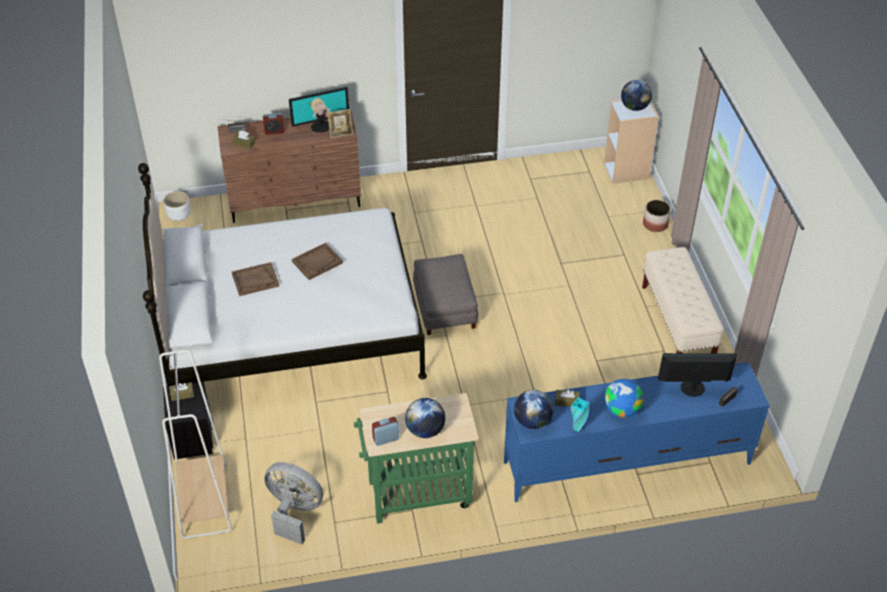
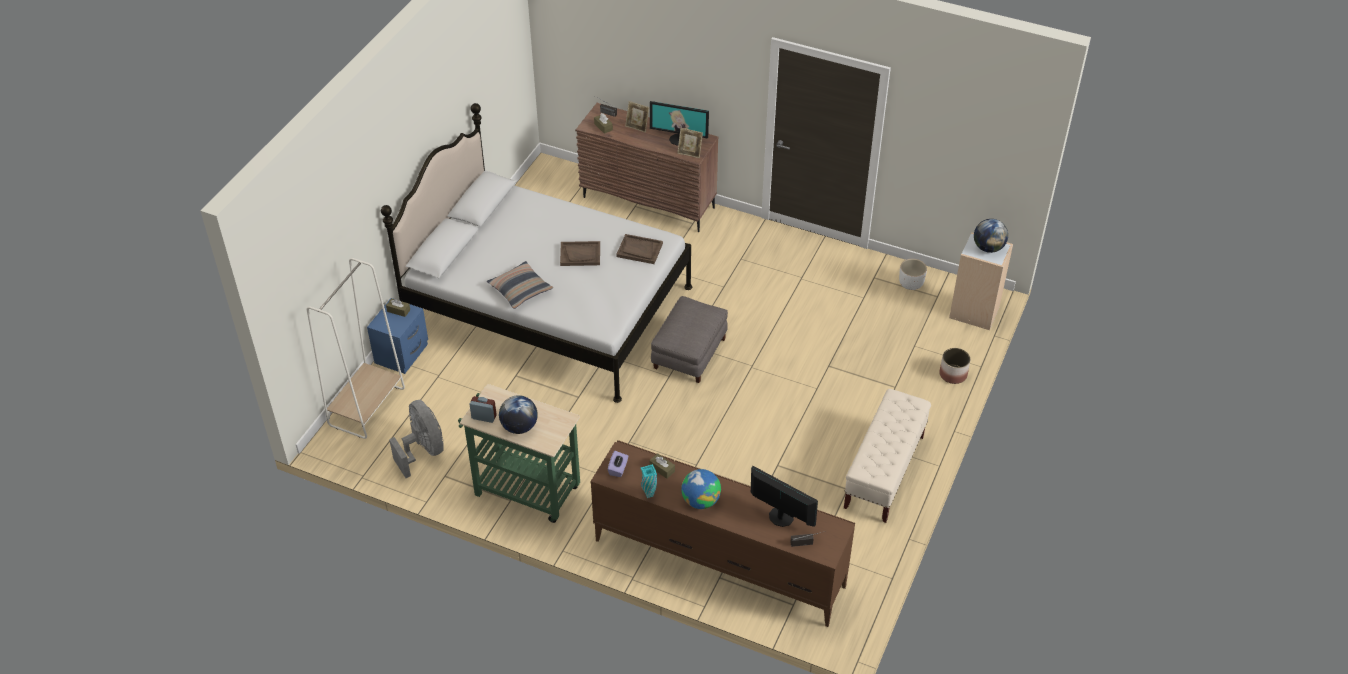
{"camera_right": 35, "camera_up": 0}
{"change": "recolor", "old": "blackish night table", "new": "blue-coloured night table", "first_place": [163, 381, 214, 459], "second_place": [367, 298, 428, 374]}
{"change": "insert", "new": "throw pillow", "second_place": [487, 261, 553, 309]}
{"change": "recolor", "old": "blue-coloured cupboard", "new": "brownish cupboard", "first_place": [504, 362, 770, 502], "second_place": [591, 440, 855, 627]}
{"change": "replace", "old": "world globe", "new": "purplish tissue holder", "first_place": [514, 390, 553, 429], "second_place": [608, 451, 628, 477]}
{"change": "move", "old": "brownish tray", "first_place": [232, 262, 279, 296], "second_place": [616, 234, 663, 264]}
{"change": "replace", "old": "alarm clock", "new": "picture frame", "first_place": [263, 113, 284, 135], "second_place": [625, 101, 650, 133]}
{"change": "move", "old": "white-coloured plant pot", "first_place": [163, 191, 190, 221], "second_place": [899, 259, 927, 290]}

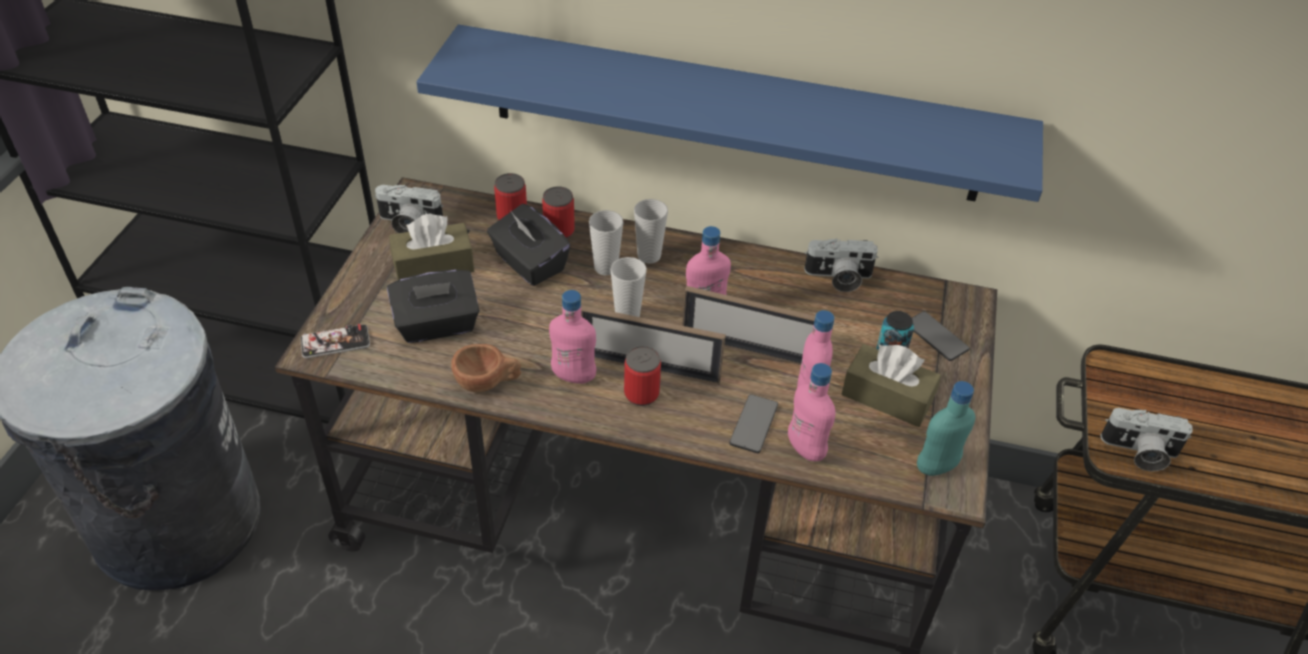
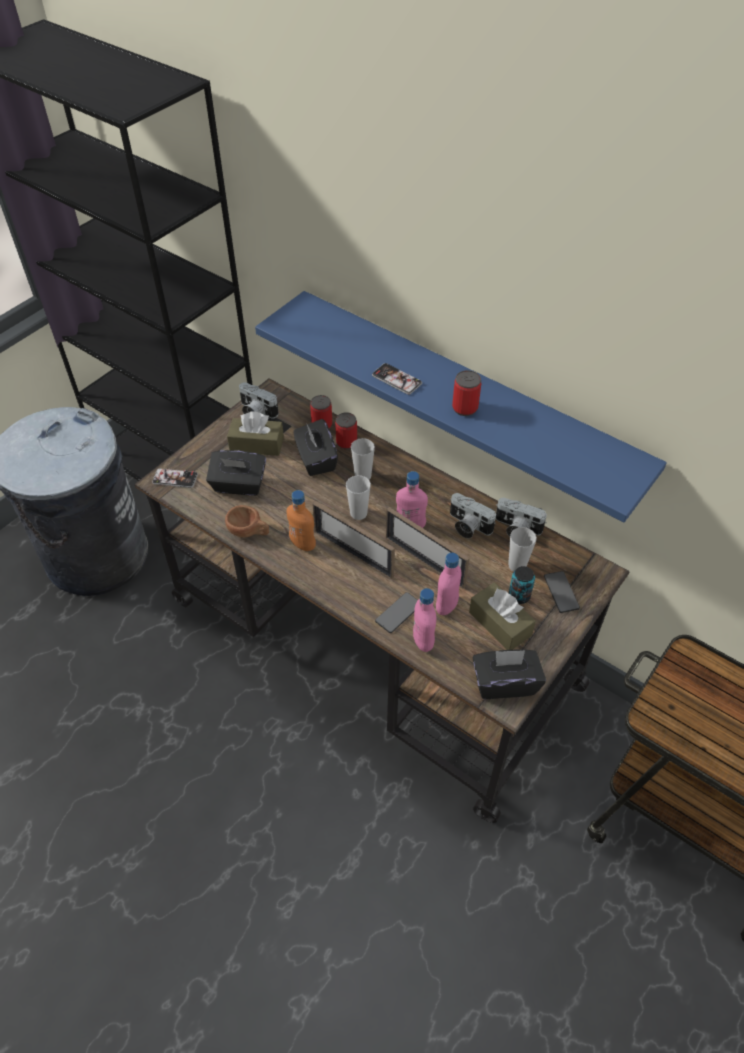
{"camera_right": 25, "camera_up": 5}
{"change": "recolor", "old": "pink-coloured beverage bottle", "new": "orange beverage bottle", "first_place": [549, 290, 596, 384], "second_place": [287, 490, 316, 551]}
{"change": "insert", "new": "telephone", "second_place": [372, 363, 422, 395]}
{"change": "move", "old": "still camera", "first_place": [1100, 408, 1193, 471], "second_place": [450, 493, 496, 538]}
{"change": "move", "old": "can", "first_place": [624, 346, 661, 406], "second_place": [452, 370, 481, 416]}
{"change": "replace", "old": "blue-green beverage bottle", "new": "blackish tissue holder", "first_place": [917, 381, 976, 476], "second_place": [473, 650, 546, 699]}
{"change": "move", "old": "drinking cup", "first_place": [634, 199, 668, 264], "second_place": [508, 527, 537, 572]}

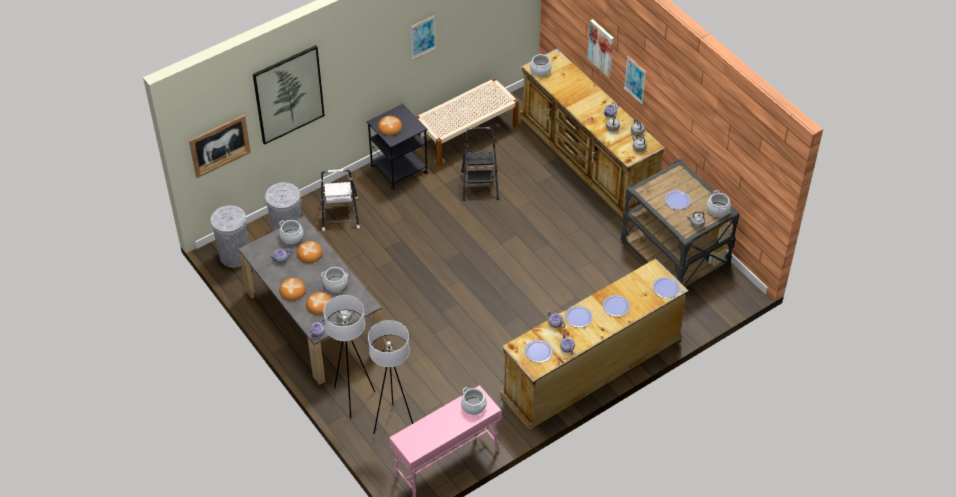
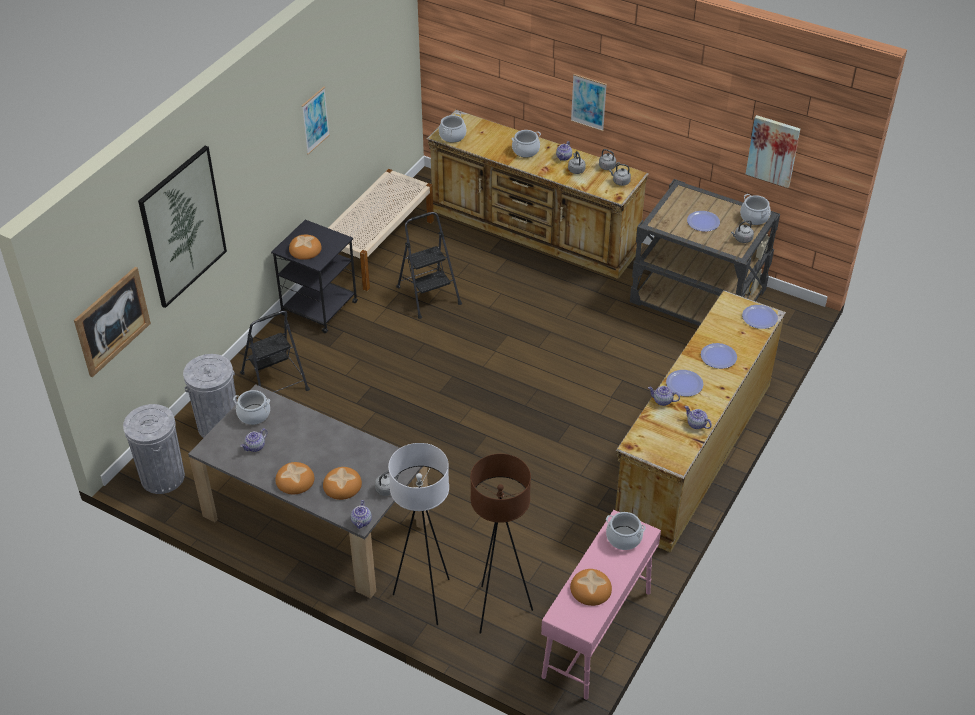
{"camera_right": -25, "camera_up": -5}
{"change": "recolor", "old": "white-coloured step stool", "new": "blackish step stool", "first_place": [321, 169, 360, 231], "second_place": [240, 311, 310, 392]}
{"change": "recolor", "old": "white-coloured standard lamp", "new": "brownish standard lamp", "first_place": [368, 320, 413, 434], "second_place": [470, 454, 533, 634]}
{"change": "move", "old": "saucepot", "first_place": [321, 267, 348, 292], "second_place": [512, 130, 541, 158]}
{"change": "move", "old": "baked bread", "first_place": [297, 241, 323, 263], "second_place": [570, 569, 612, 606]}
{"change": "move", "old": "wall art", "first_place": [587, 19, 614, 77], "second_place": [746, 115, 800, 188]}
{"change": "delete", "old": "plate", "first_place": [525, 340, 553, 363]}

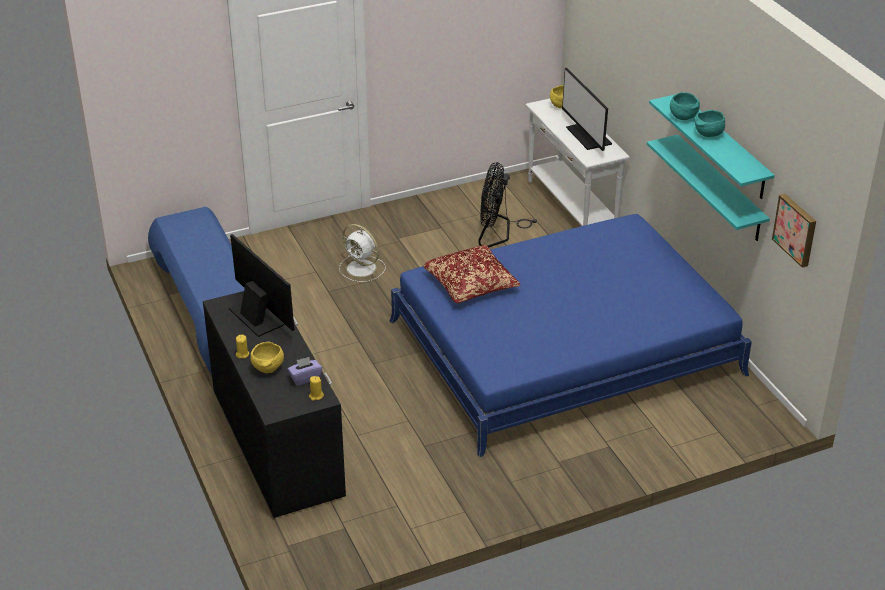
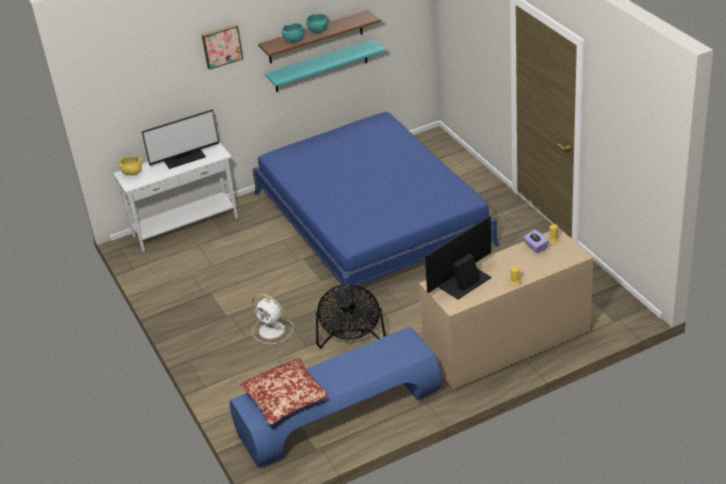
{"camera_right": -90, "camera_up": 0}
{"change": "move", "old": "wall art", "first_place": [772, 193, 816, 268], "second_place": [202, 24, 243, 70]}
{"change": "move", "old": "red throw pillow", "first_place": [423, 245, 520, 303], "second_place": [240, 358, 328, 425]}
{"change": "rotate", "old": "white-coloured electric fan", "first_place": [339, 224, 386, 282], "second_place": [252, 294, 293, 344], "degrees": 90}
{"change": "recolor", "old": "blue-green bracket shelf", "new": "brownish bracket shelf", "first_place": [649, 94, 775, 199], "second_place": [258, 10, 381, 64]}
{"change": "move", "old": "blackish electric fan", "first_place": [478, 162, 538, 248], "second_place": [315, 284, 386, 349]}
{"change": "recolor", "old": "blackish drawer chest", "new": "sand-coloured drawer chest", "first_place": [203, 291, 346, 518], "second_place": [419, 228, 593, 390]}
{"change": "delete", "old": "yellowish deep dish", "first_place": [250, 342, 284, 373]}

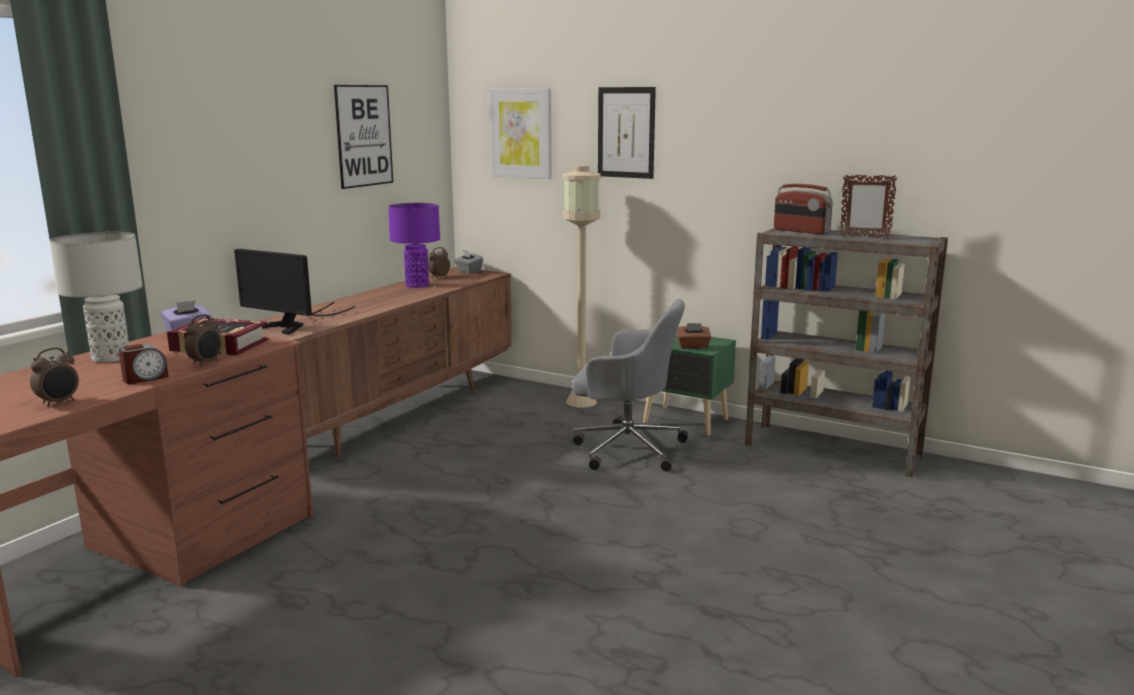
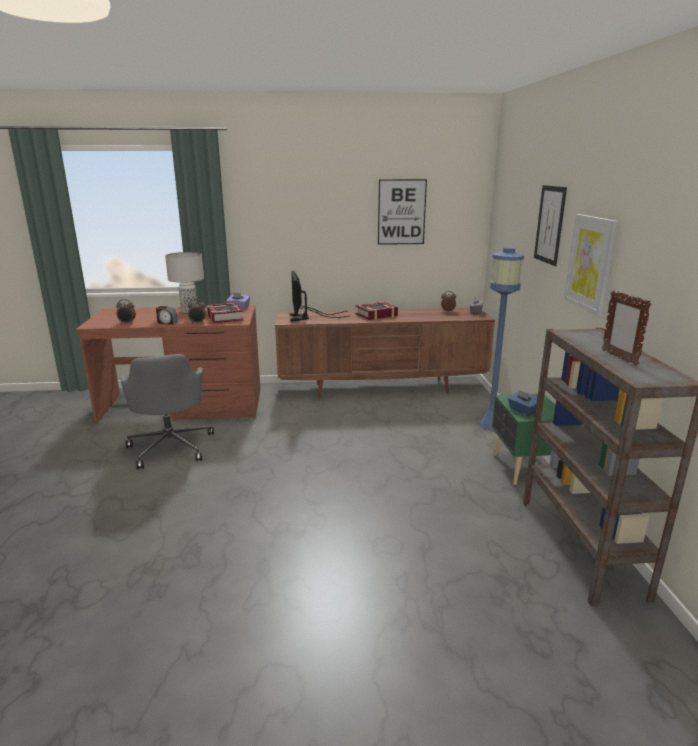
{"camera_right": 55, "camera_up": 5}
{"change": "move", "old": "greyish computer chair", "first_place": [572, 299, 689, 471], "second_place": [120, 354, 214, 469]}
{"change": "insert", "new": "book", "second_place": [355, 302, 398, 320]}
{"change": "recolor", "old": "sand-coloured standard lamp", "new": "blue-coloured standard lamp", "first_place": [563, 165, 601, 408], "second_place": [479, 247, 524, 430]}
{"change": "recolor", "old": "brownish tissue holder", "new": "blue-coloured tissue holder", "first_place": [676, 323, 711, 349], "second_place": [508, 390, 537, 416]}
{"change": "move", "old": "wall art", "first_place": [489, 88, 551, 179], "second_place": [564, 214, 618, 316]}
{"change": "delete", "old": "purplish tabletop lamp", "first_place": [388, 203, 440, 288]}
{"change": "delete", "old": "radio", "first_place": [774, 184, 833, 235]}

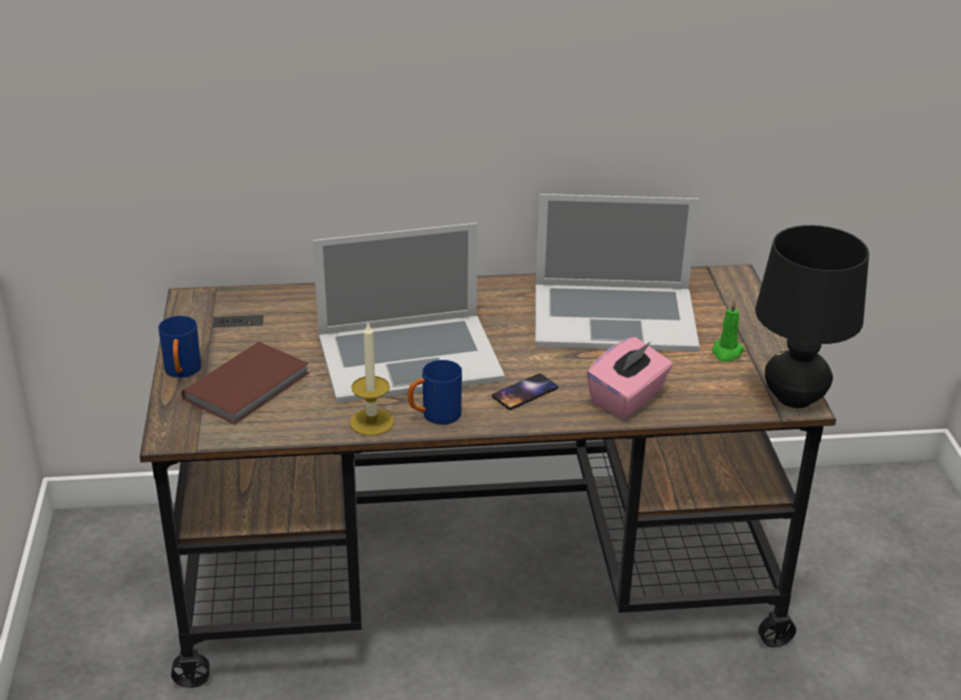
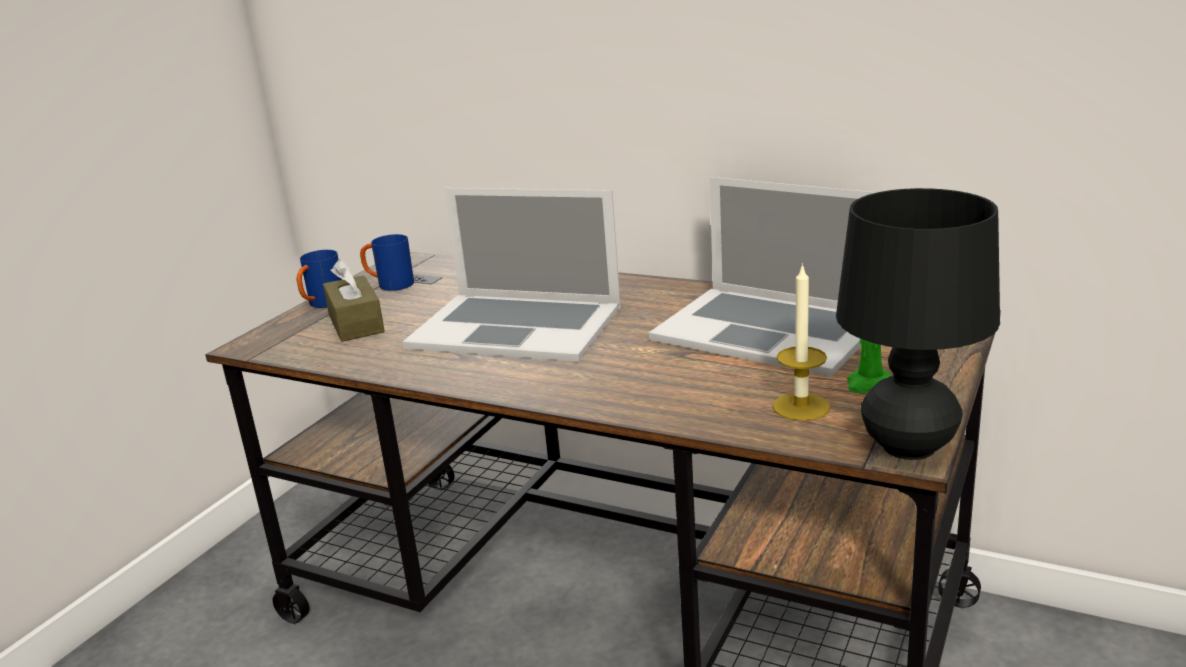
{"camera_right": 35, "camera_up": -10}
{"change": "replace", "old": "brownish book", "new": "brownish tissue holder", "first_place": [182, 342, 310, 425], "second_place": [323, 259, 385, 342]}
{"change": "move", "old": "blue-coloured tea mug", "first_place": [408, 360, 462, 425], "second_place": [360, 234, 414, 291]}
{"change": "move", "old": "candle", "first_place": [350, 323, 394, 436], "second_place": [773, 263, 830, 421]}
{"change": "delete", "old": "telephone", "first_place": [492, 373, 558, 410]}
{"change": "delete", "old": "pink-coloured tissue holder", "first_place": [586, 337, 673, 419]}

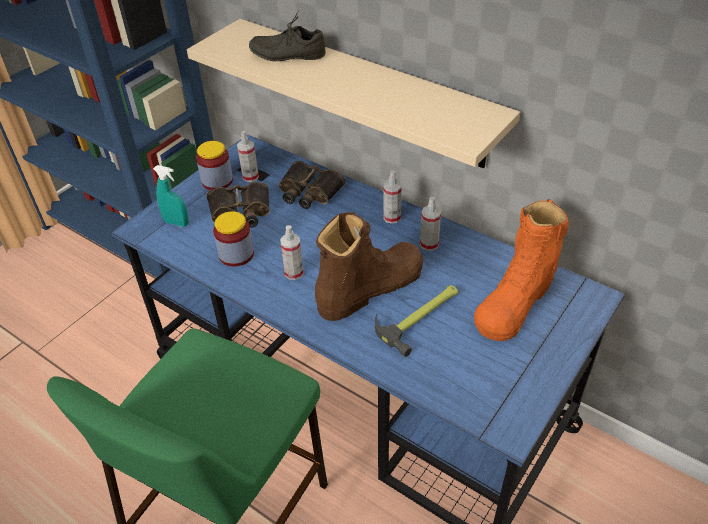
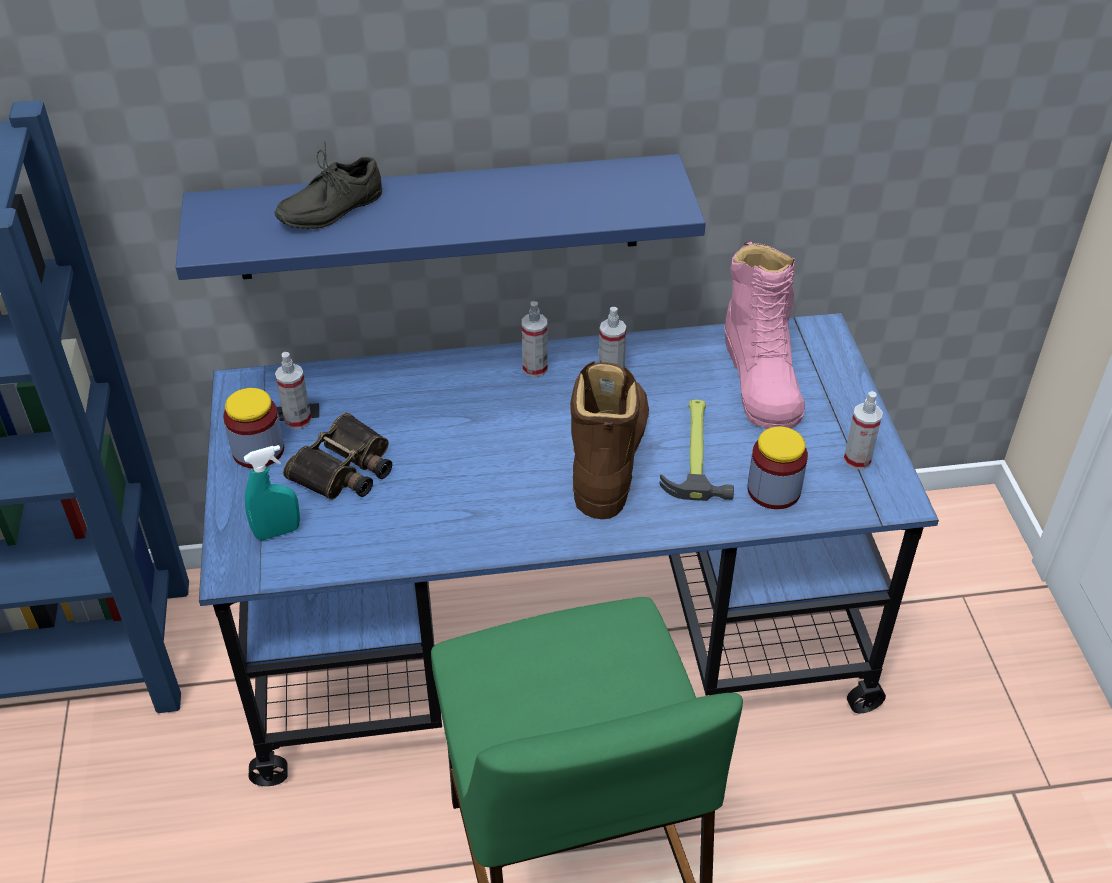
{"camera_right": -45, "camera_up": 0}
{"change": "recolor", "old": "sand-coloured bracket shelf", "new": "blue-coloured bracket shelf", "first_place": [187, 19, 520, 168], "second_place": [175, 154, 706, 280]}
{"change": "recolor", "old": "orange high-top boot", "new": "pink-coloured high-top boot", "first_place": [474, 199, 569, 341], "second_place": [724, 242, 805, 429]}
{"change": "move", "old": "jar", "first_place": [213, 211, 254, 267], "second_place": [747, 426, 808, 509]}
{"change": "move", "old": "spray bottle", "first_place": [280, 225, 304, 280], "second_place": [843, 391, 883, 469]}
{"change": "delete", "old": "binoculars", "first_place": [279, 161, 346, 209]}

